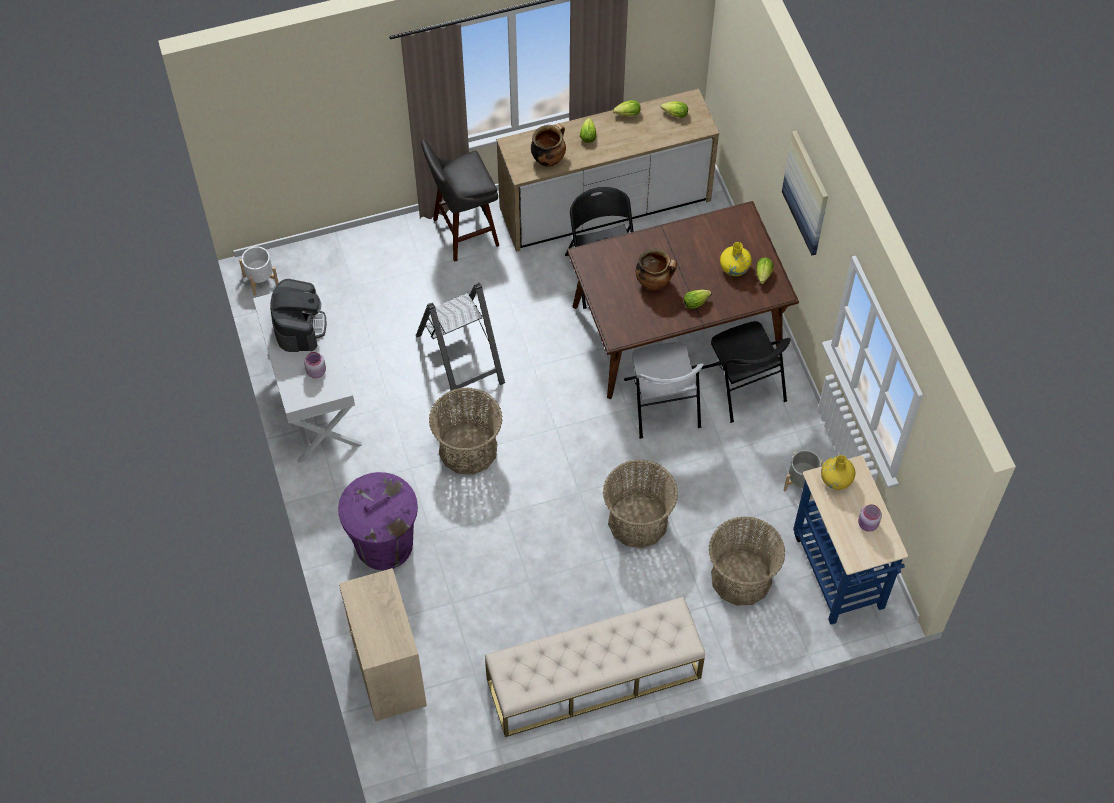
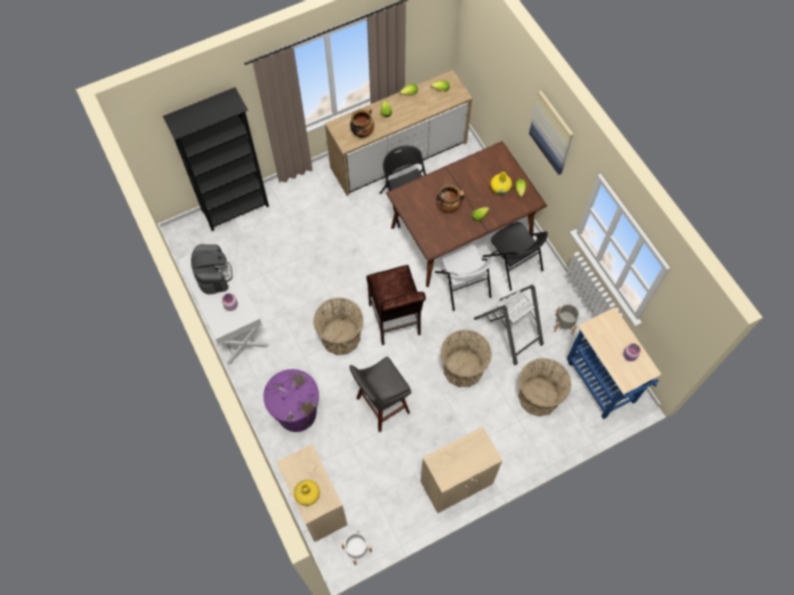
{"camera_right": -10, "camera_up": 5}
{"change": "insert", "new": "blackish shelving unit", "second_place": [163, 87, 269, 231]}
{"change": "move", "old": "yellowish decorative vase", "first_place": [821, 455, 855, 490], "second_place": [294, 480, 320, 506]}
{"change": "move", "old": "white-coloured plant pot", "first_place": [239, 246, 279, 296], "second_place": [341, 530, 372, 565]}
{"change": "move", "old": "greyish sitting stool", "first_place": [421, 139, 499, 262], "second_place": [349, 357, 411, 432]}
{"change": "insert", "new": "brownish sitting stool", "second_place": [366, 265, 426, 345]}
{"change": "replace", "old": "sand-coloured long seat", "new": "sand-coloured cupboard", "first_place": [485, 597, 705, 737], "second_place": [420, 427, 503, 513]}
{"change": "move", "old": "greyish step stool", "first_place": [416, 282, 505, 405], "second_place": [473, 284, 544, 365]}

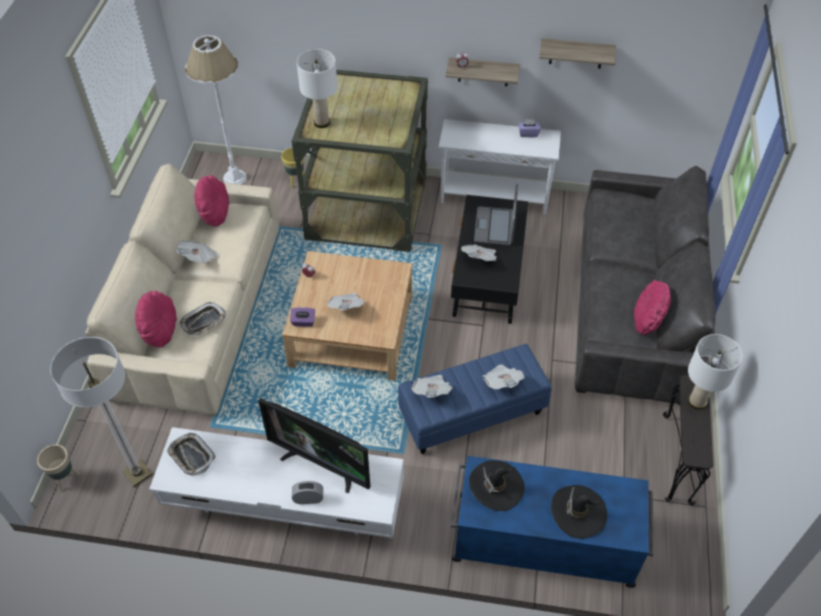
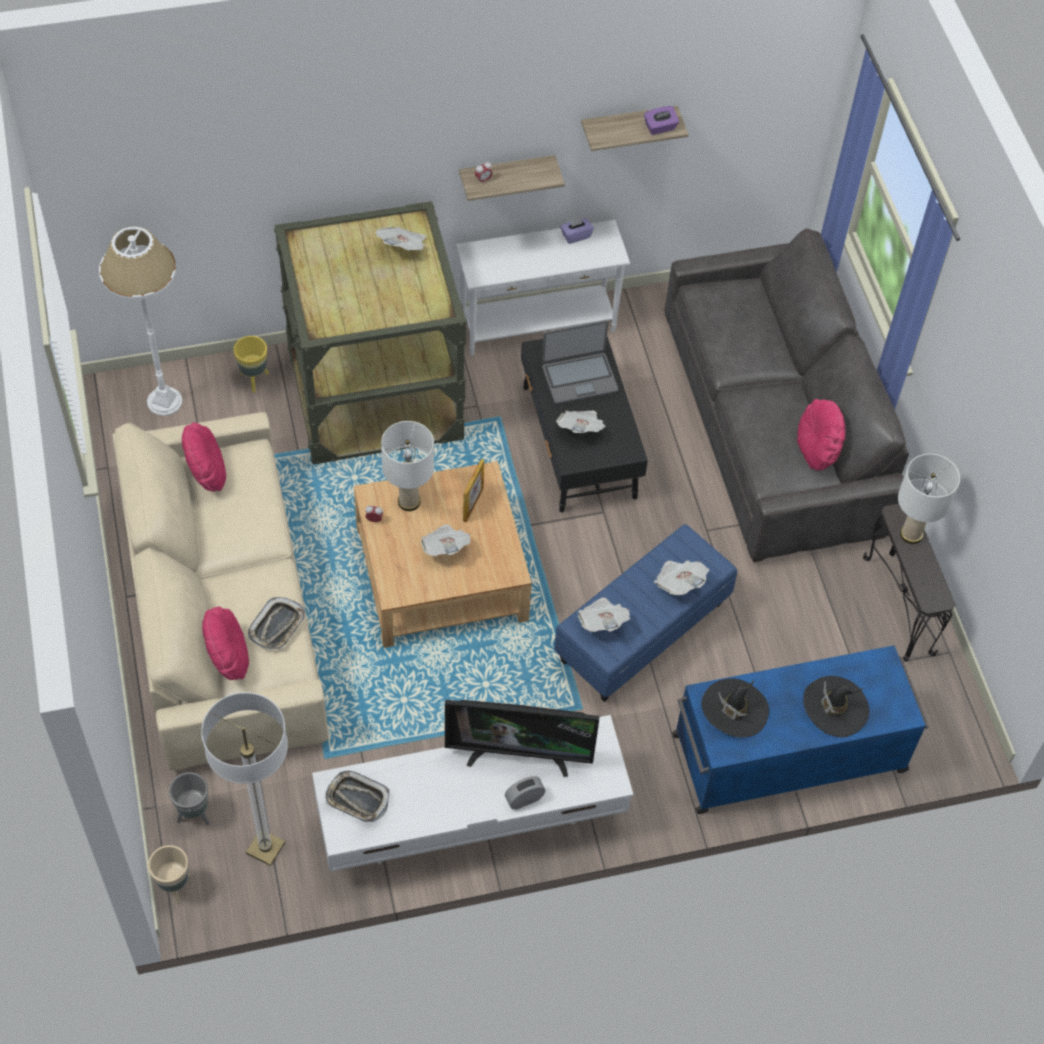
{"camera_right": -25, "camera_up": 5}
{"change": "insert", "new": "greyish plant pot", "second_place": [169, 772, 210, 825]}
{"change": "move", "old": "newspaper", "first_place": [176, 240, 220, 263], "second_place": [376, 226, 427, 250]}
{"change": "move", "old": "white-coloured tabletop lamp", "first_place": [297, 49, 338, 128], "second_place": [381, 421, 434, 511]}
{"change": "insert", "new": "picture frame", "second_place": [463, 459, 484, 522]}
{"change": "rotate", "old": "laptop", "first_place": [474, 184, 518, 246], "second_place": [542, 320, 619, 404], "degrees": -90}
{"change": "move", "old": "purplish tissue holder", "first_place": [290, 307, 315, 327], "second_place": [644, 106, 679, 135]}

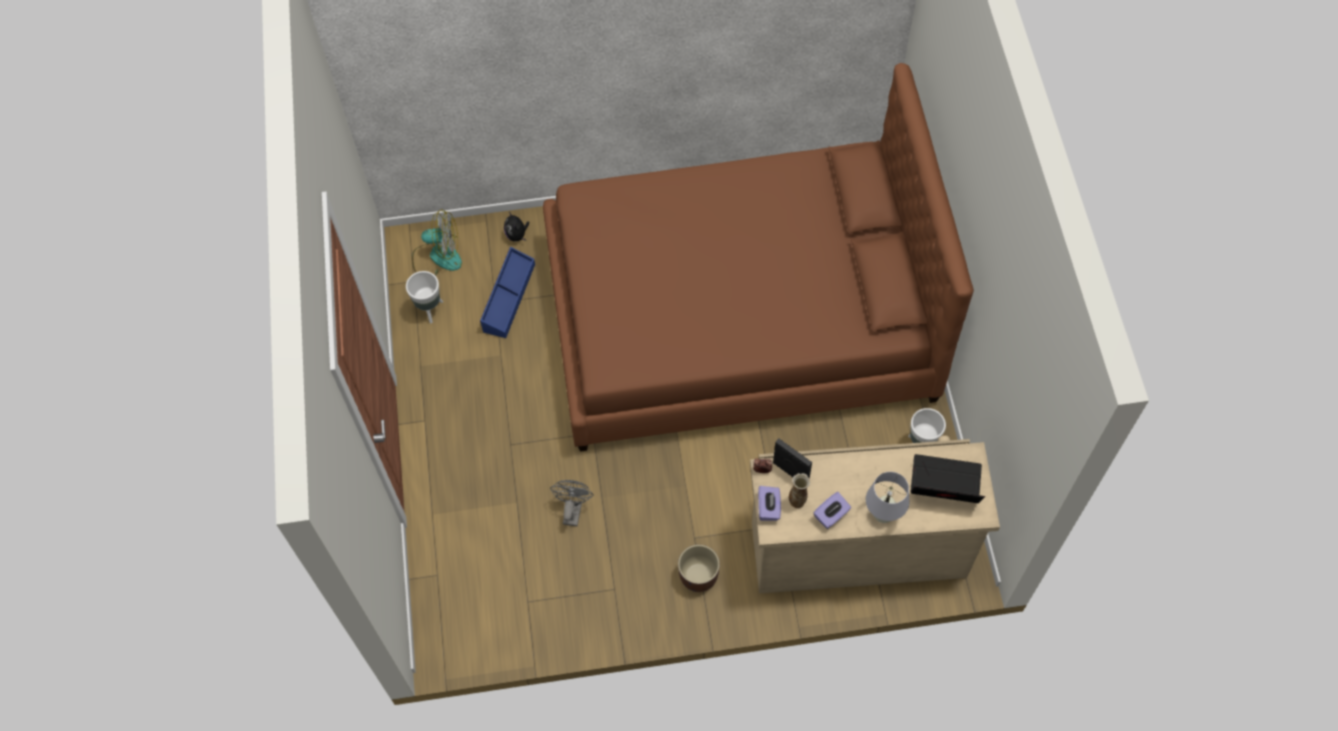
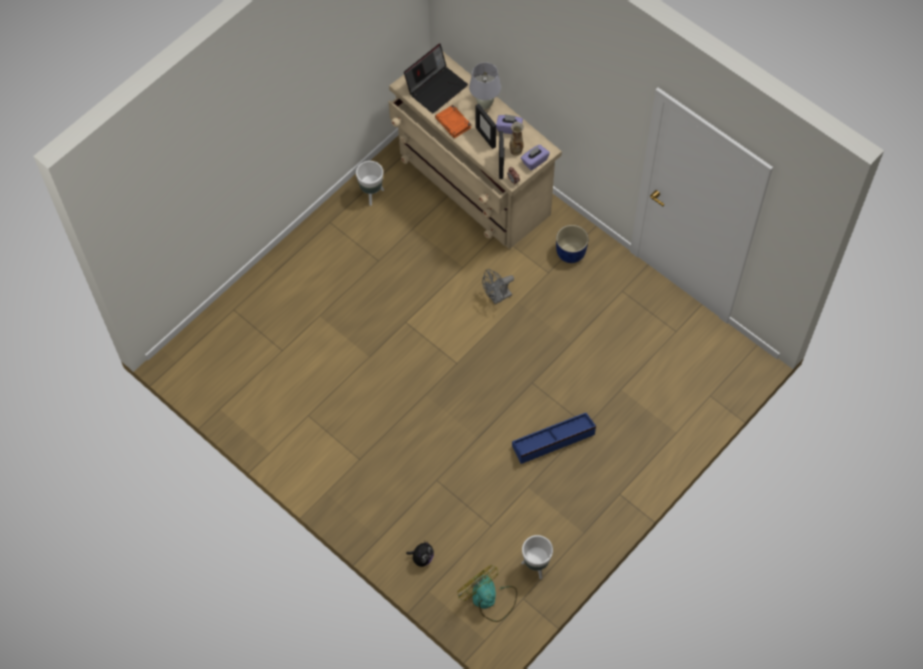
{"camera_right": -130, "camera_up": 0}
{"change": "rotate", "old": "laptop", "first_place": [911, 454, 985, 503], "second_place": [404, 44, 468, 113], "degrees": -105}
{"change": "insert", "new": "orange book", "second_place": [435, 105, 471, 138]}
{"change": "insert", "new": "picture frame", "second_place": [476, 104, 496, 149]}
{"change": "move", "old": "greyish electric fan", "first_place": [550, 480, 594, 526], "second_place": [482, 269, 514, 304]}
{"change": "move", "old": "blue-coloured storage bin", "first_place": [480, 247, 535, 338], "second_place": [512, 413, 596, 464]}
{"change": "recolor", "old": "brownish plant pot", "new": "blue-coloured plant pot", "first_place": [678, 545, 720, 592], "second_place": [556, 225, 588, 263]}
{"change": "delete", "old": "brownish sleeping bed", "first_place": [543, 63, 974, 452]}

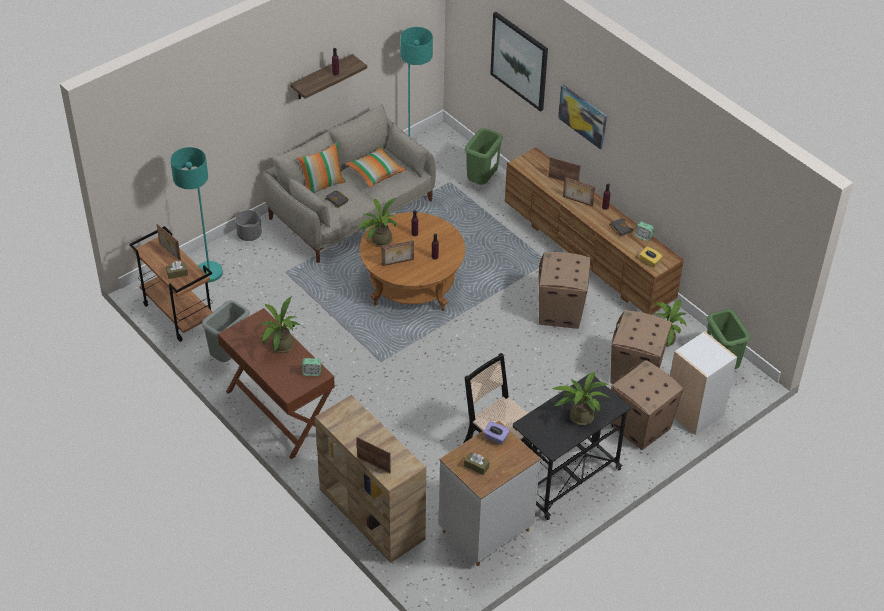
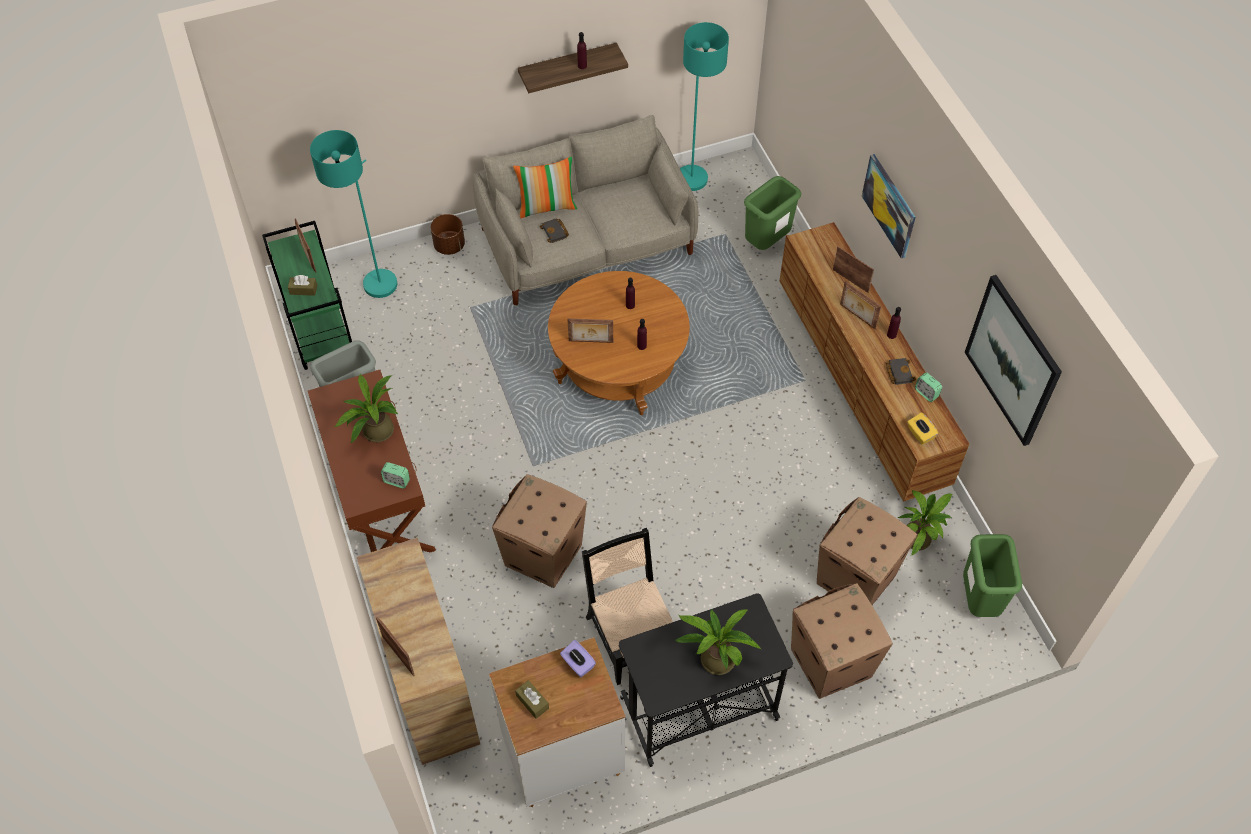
{"camera_right": 20, "camera_up": 10}
{"change": "recolor", "old": "brownish cart", "new": "greenish cart", "first_place": [129, 226, 213, 342], "second_place": [262, 221, 352, 370]}
{"change": "recolor", "old": "greyish plant pot", "new": "brownish plant pot", "first_place": [235, 210, 262, 241], "second_place": [431, 214, 465, 255]}
{"change": "move", "old": "packing box", "first_place": [539, 252, 591, 329], "second_place": [492, 474, 587, 588]}
{"change": "move", "old": "wall art", "first_place": [490, 12, 548, 112], "second_place": [965, 275, 1062, 446]}
{"change": "delete", "old": "throw pillow", "first_place": [346, 146, 406, 187]}
{"change": "delete", "old": "houseplant", "first_place": [358, 198, 398, 247]}
{"change": "delete", "old": "shelving unit", "first_place": [670, 331, 737, 435]}

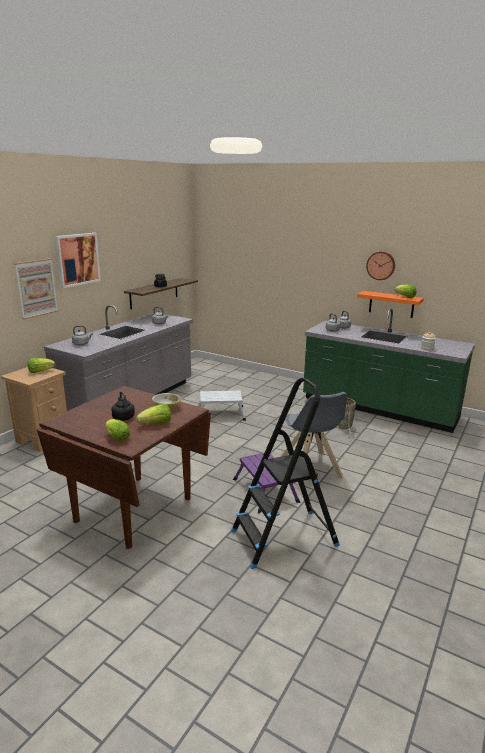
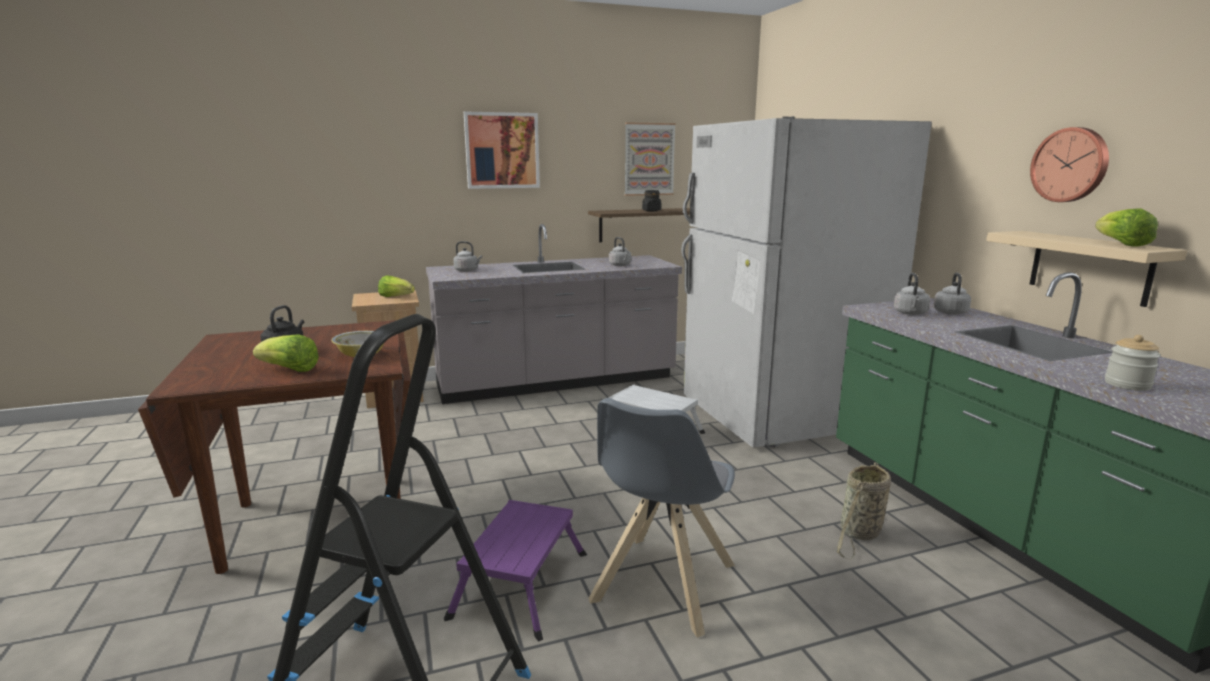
{"camera_right": 40, "camera_up": -5}
{"change": "move", "old": "wall art", "first_place": [14, 258, 58, 319], "second_place": [624, 122, 676, 196]}
{"change": "insert", "new": "white-coloured refrigerator", "second_place": [681, 116, 932, 447]}
{"change": "recolor", "old": "orange bracket shelf", "new": "sand-coloured bracket shelf", "first_place": [357, 291, 424, 318], "second_place": [986, 231, 1187, 307]}
{"change": "delete", "old": "head of lettuce", "first_place": [105, 419, 130, 441]}

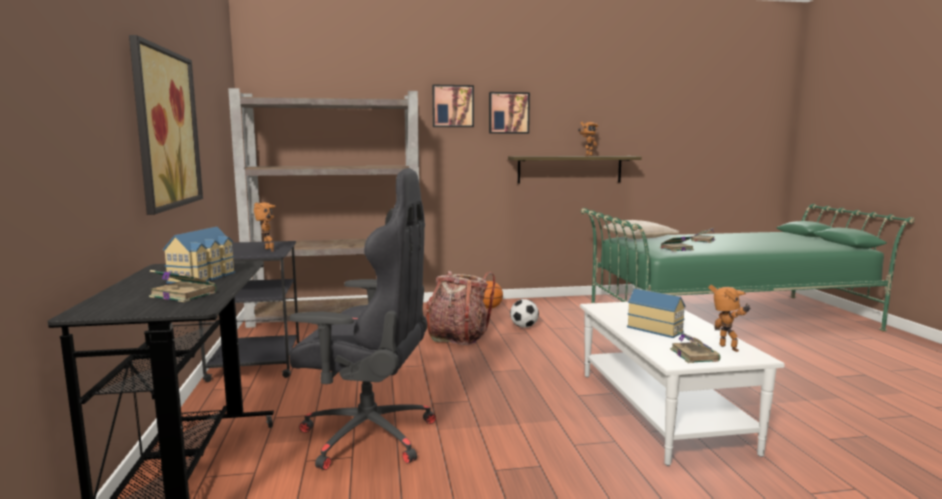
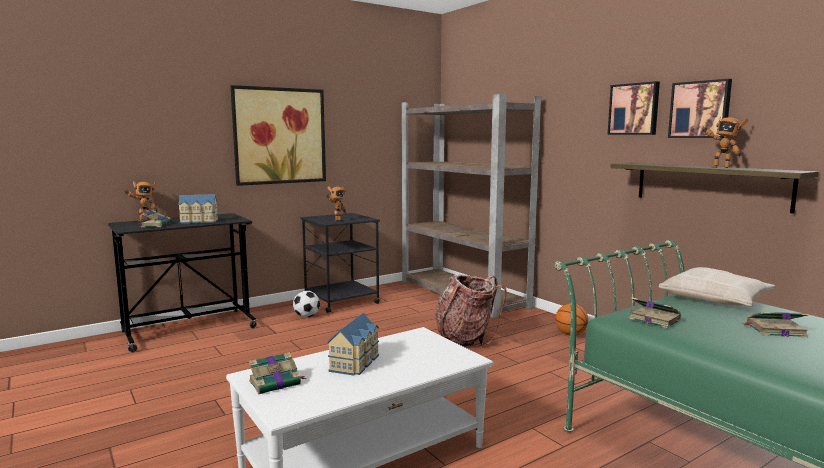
{"camera_right": 65, "camera_up": 0}
{"change": "move", "old": "toy robot", "first_place": [708, 285, 751, 352], "second_place": [124, 181, 157, 222]}
{"change": "move", "old": "football ball", "first_place": [510, 299, 539, 328], "second_place": [293, 291, 320, 317]}
{"change": "move", "old": "wall art", "first_place": [432, 85, 474, 127], "second_place": [668, 79, 732, 138]}
{"change": "delete", "old": "blackish computer chair", "first_place": [290, 168, 436, 470]}

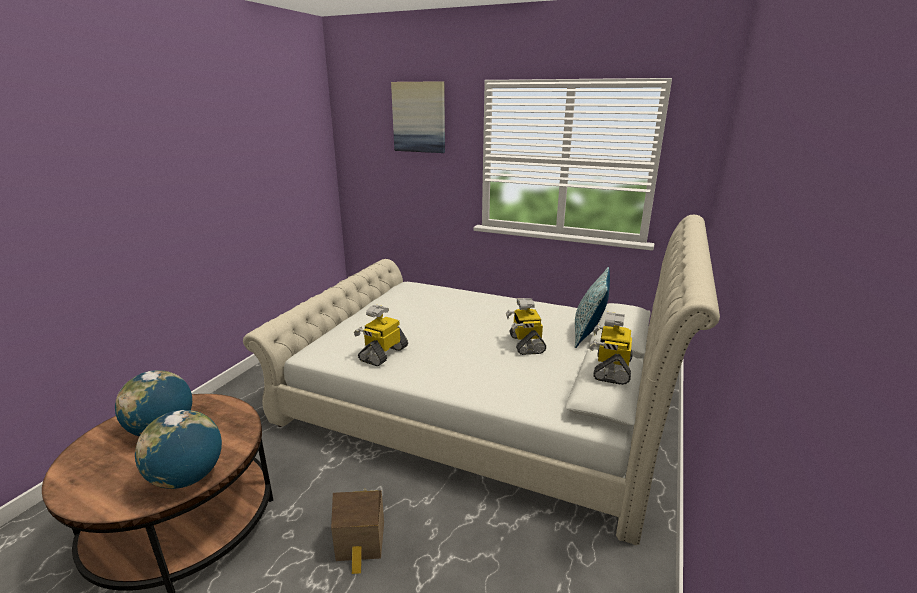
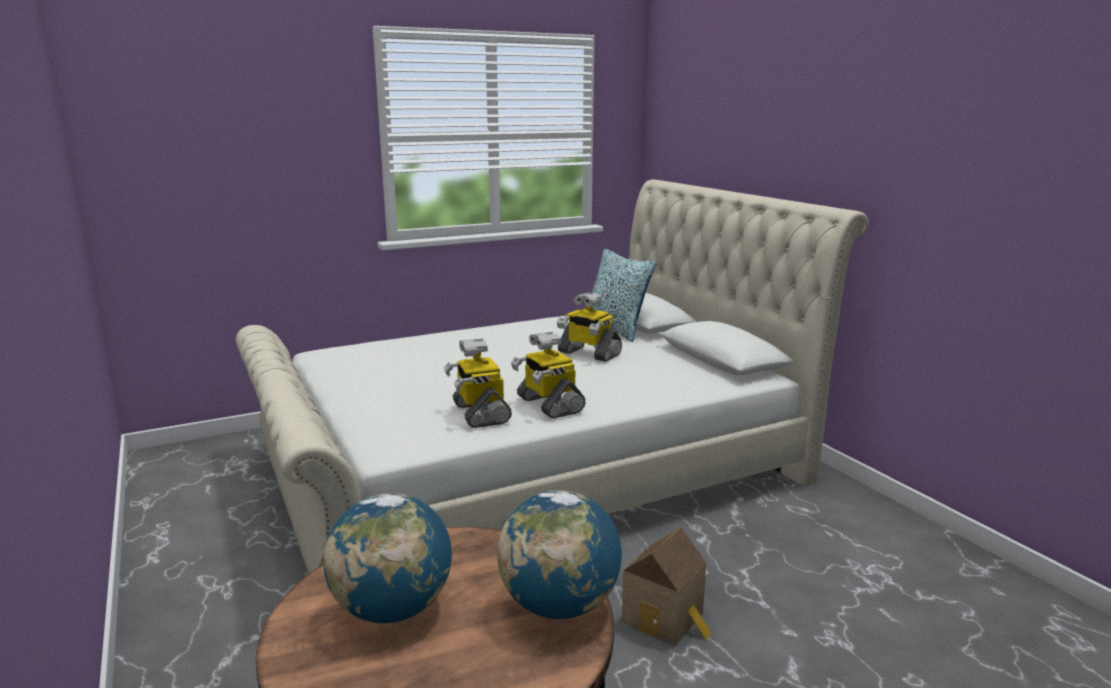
{"camera_right": -50, "camera_up": -5}
{"change": "move", "old": "toy robot", "first_place": [590, 312, 633, 385], "second_place": [511, 332, 586, 418]}
{"change": "delete", "old": "wall art", "first_place": [391, 81, 445, 153]}

